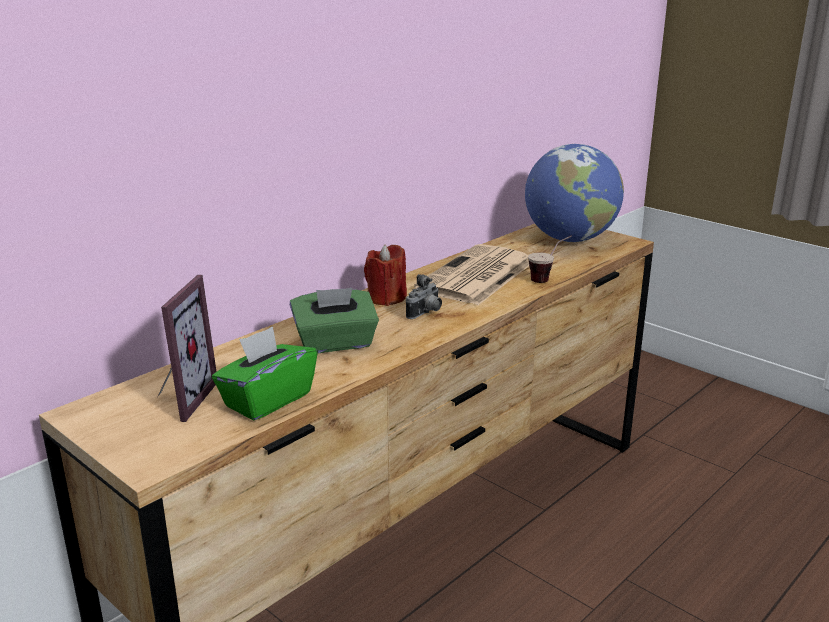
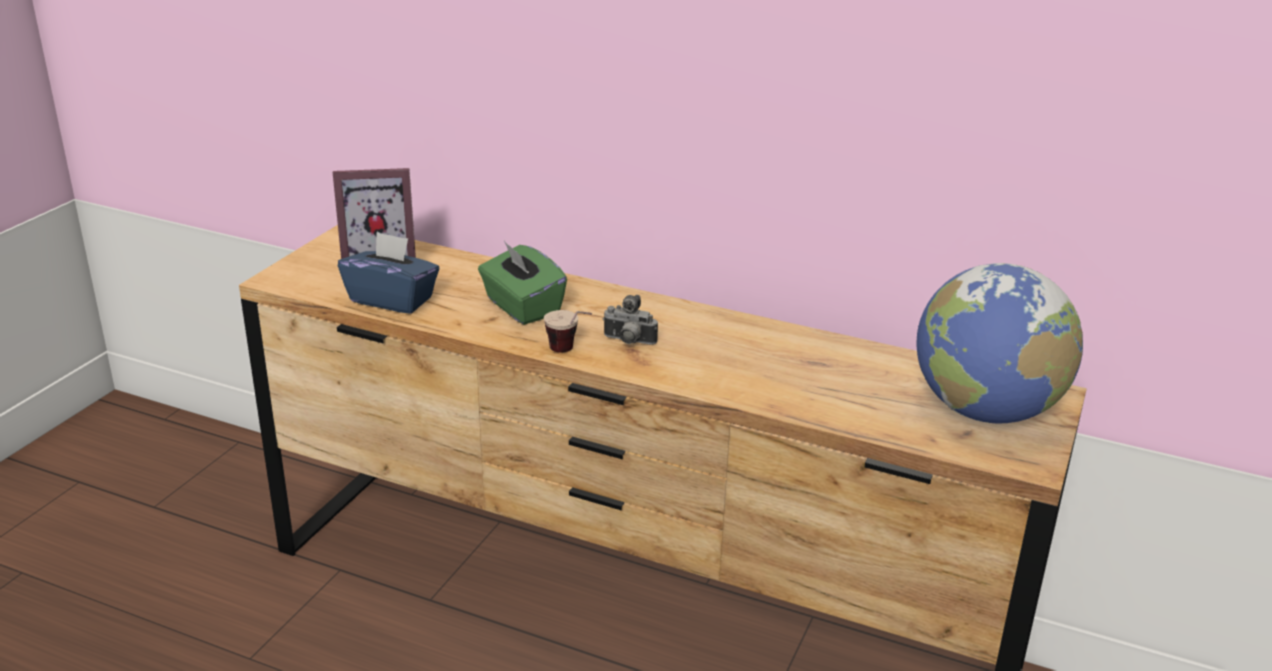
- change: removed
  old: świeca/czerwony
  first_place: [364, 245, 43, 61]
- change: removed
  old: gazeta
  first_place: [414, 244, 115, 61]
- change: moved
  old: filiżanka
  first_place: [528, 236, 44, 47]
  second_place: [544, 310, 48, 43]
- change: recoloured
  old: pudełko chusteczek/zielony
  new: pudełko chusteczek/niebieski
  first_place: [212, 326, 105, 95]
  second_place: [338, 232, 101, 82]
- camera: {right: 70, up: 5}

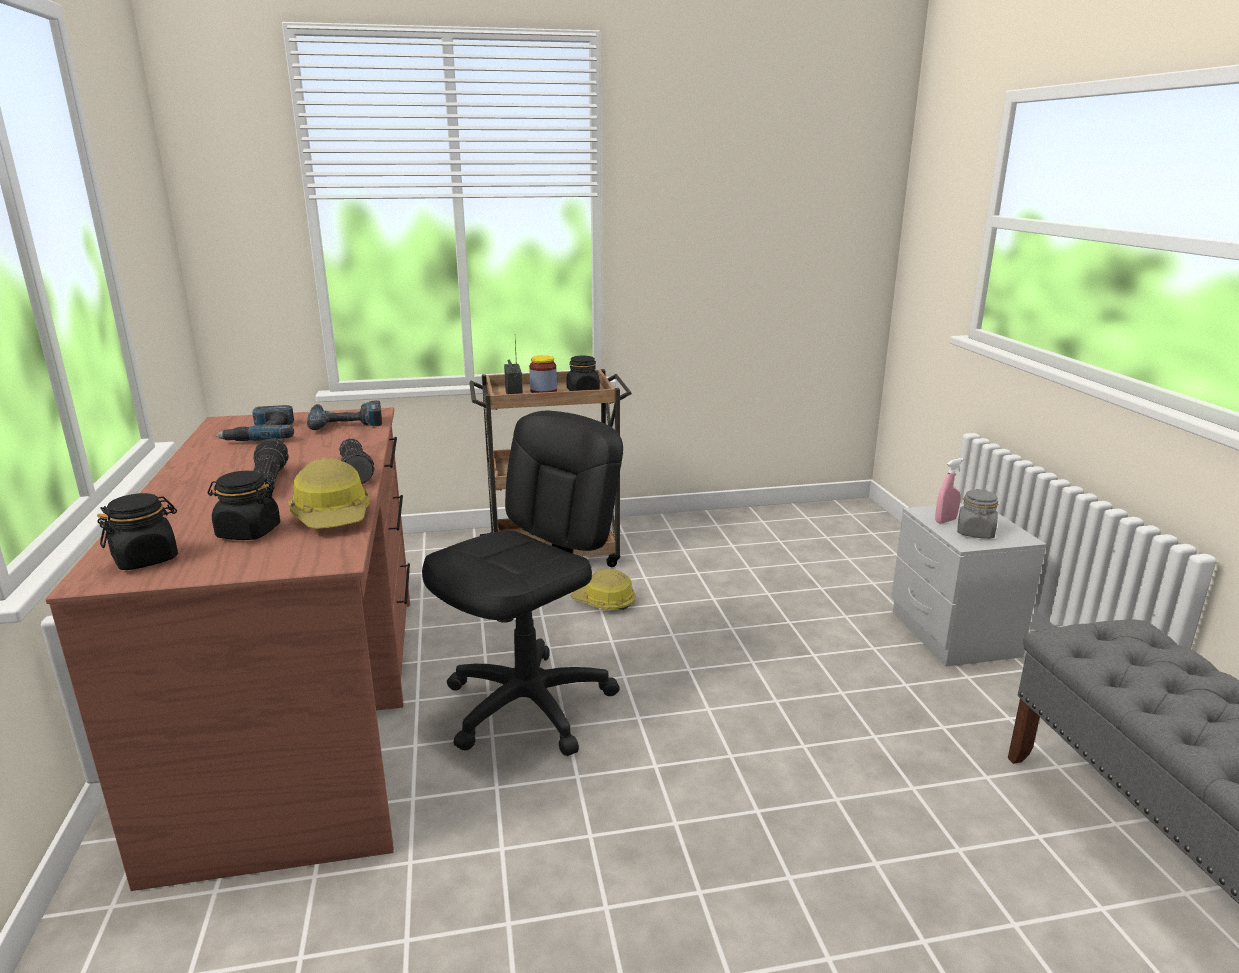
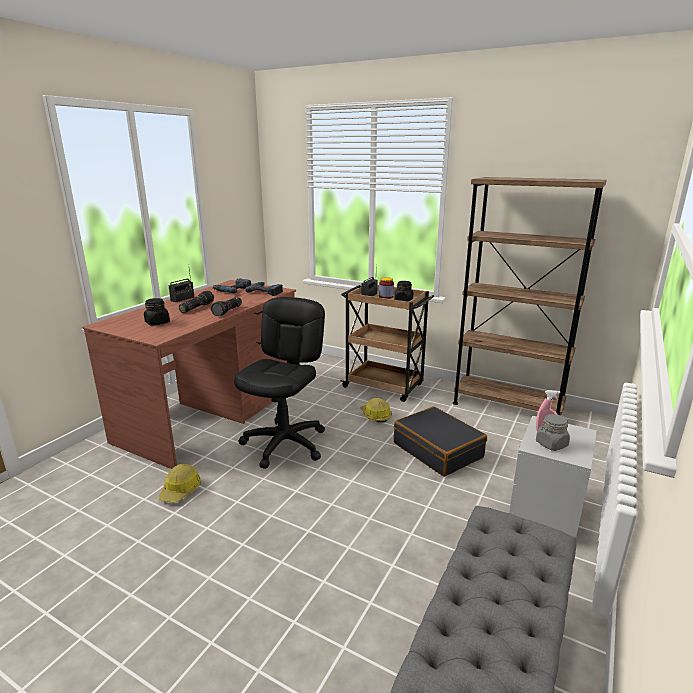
- change: removed
  old: słoik/czarny
  first_place: [97, 493, 81, 77]
- change: added
  new: radio
  second_place: [168, 264, 26, 38]
- change: added
  new: walizka/czarny
  second_place: [394, 406, 93, 70]
- change: added
  new: regał/brązowy
  second_place: [453, 177, 154, 238]
- change: moved
  old: kask
  first_place: [288, 458, 82, 71]
  second_place: [158, 464, 43, 39]
- change: turned
  old: krzesło biurowe/czarny
  first_place: [422, 411, 201, 345]
  second_place: [234, 297, 91, 172]
  degrees: -60
- camera: {right: 40, up: 0}

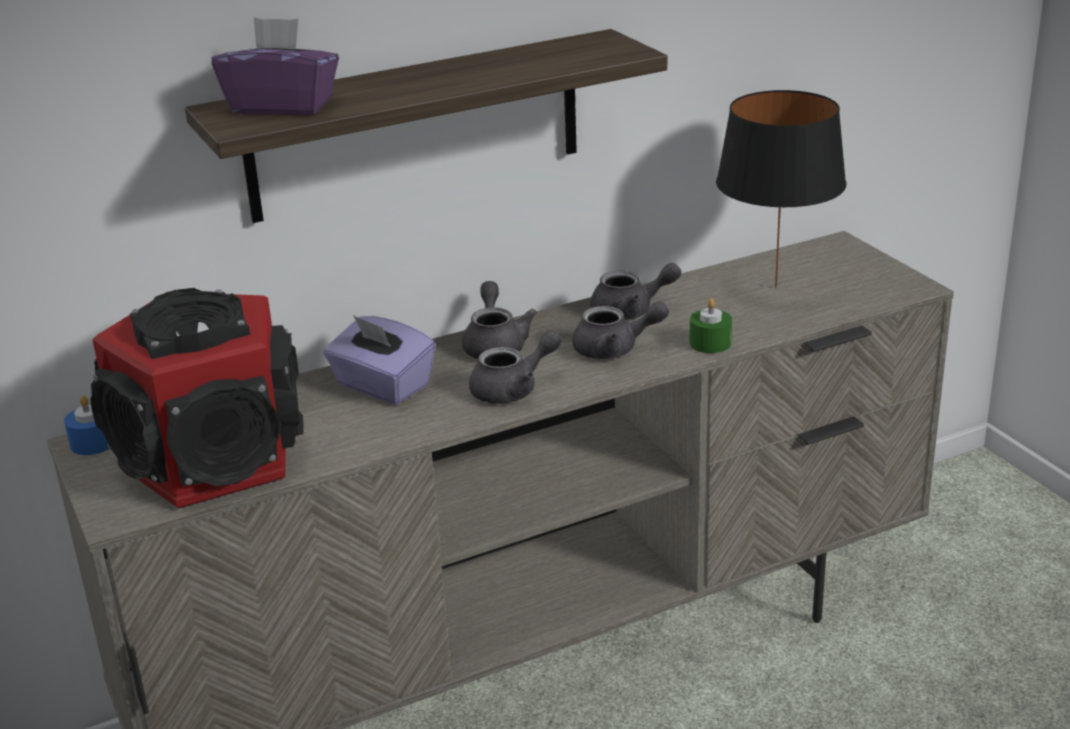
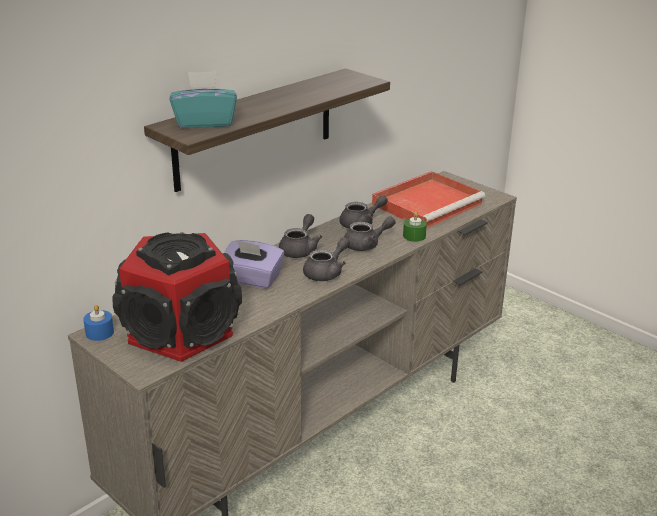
- change: replaced
  old: lampa stołowa/czarny
  new: taca/czerwony
  first_place: [716, 90, 130, 198]
  second_place: [372, 171, 113, 57]
- change: recoloured
  old: pudełko chusteczek/fioletowy
  new: pudełko chusteczek/turkusowy
  first_place: [211, 18, 128, 97]
  second_place: [170, 71, 67, 57]
- change: turned
  old: imbryk/szary
  first_place: [462, 281, 75, 78]
  second_place: [279, 214, 43, 44]
  degrees: 45
- camera: {right: -20, up: 0}

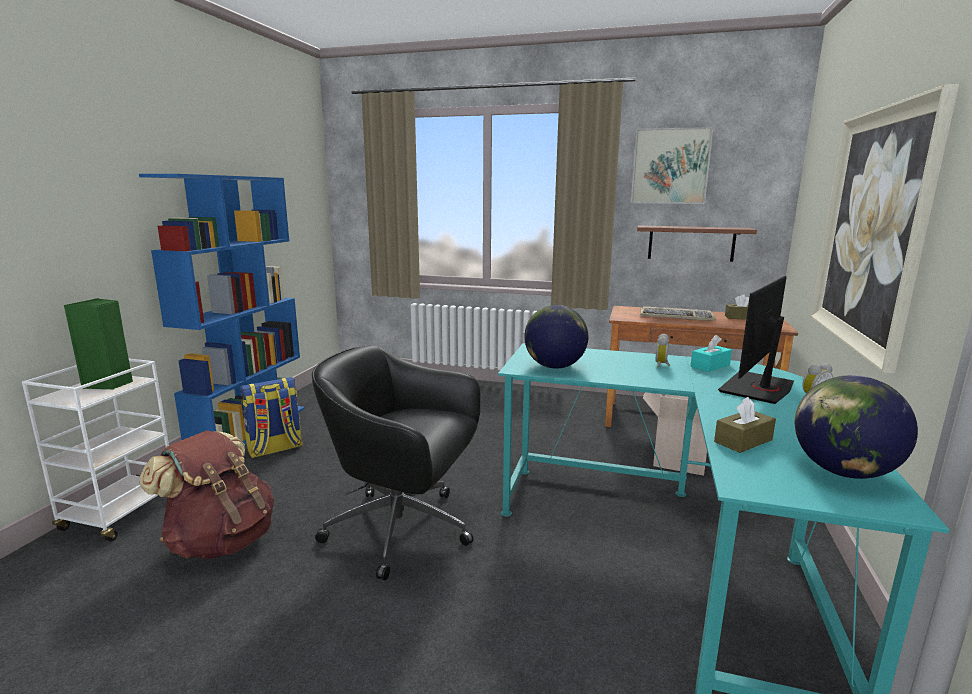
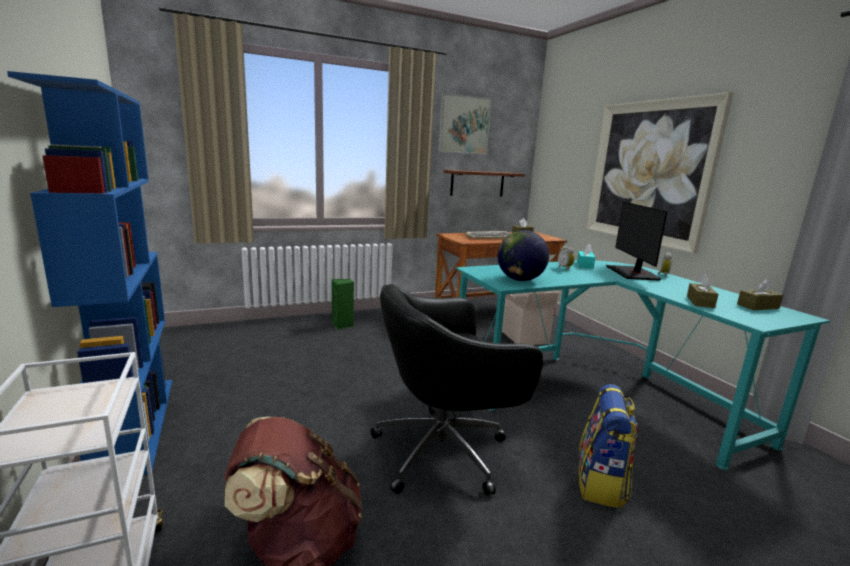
- change: moved
  old: głośnik/zielony
  first_place: [64, 298, 69, 91]
  second_place: [332, 279, 22, 51]
- change: moved
  old: plecak
  first_place: [239, 377, 64, 81]
  second_place: [578, 384, 59, 124]
- change: replaced
  old: globus
  new: pudełko chusteczek/brązowy
  first_place: [795, 375, 123, 104]
  second_place: [737, 279, 46, 31]
- camera: {right: -40, up: 0}

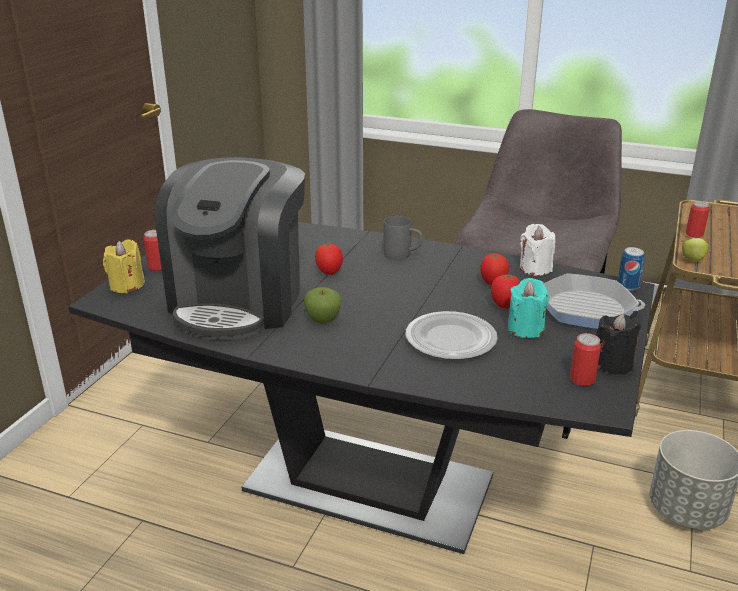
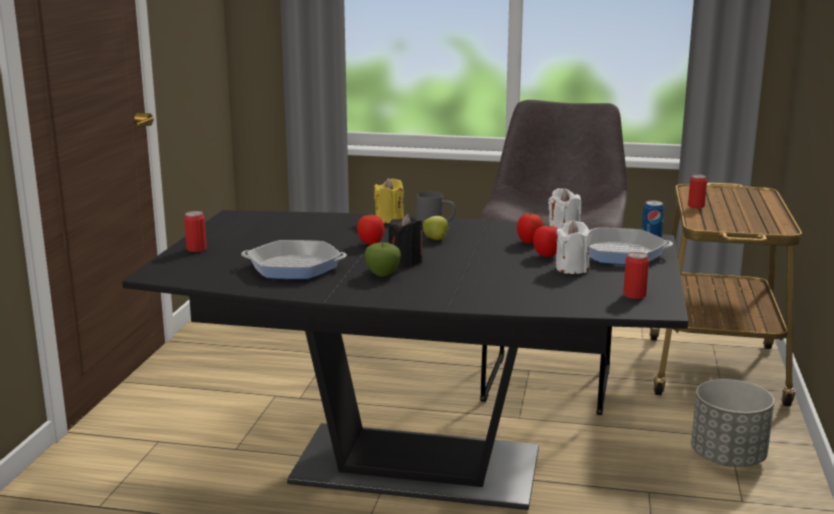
- change: removed
  old: talerz
  first_place: [405, 311, 93, 49]
- change: moved
  old: świeca/żółty
  first_place: [103, 239, 42, 54]
  second_place: [374, 178, 30, 45]
- change: moved
  old: świeca/czarny
  first_place: [596, 314, 45, 61]
  second_place: [388, 214, 35, 52]
- change: moved
  old: jabłko
  first_place: [682, 238, 29, 23]
  second_place: [423, 216, 28, 24]
- change: replaced
  old: ekspres do kawy
  new: patelnia
  first_place: [155, 157, 150, 183]
  second_place: [241, 240, 106, 40]
- change: recoloured
  old: świeca/turkusowy
  new: świeca/biały
  first_place: [508, 278, 41, 60]
  second_place: [556, 220, 35, 54]
- camera: {right: -10, up: -10}

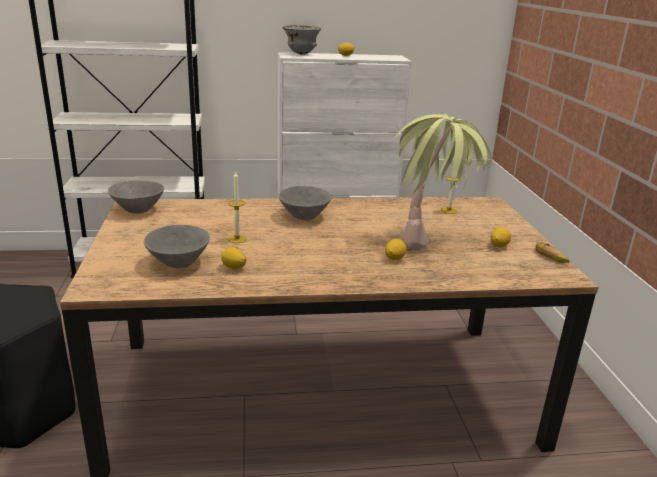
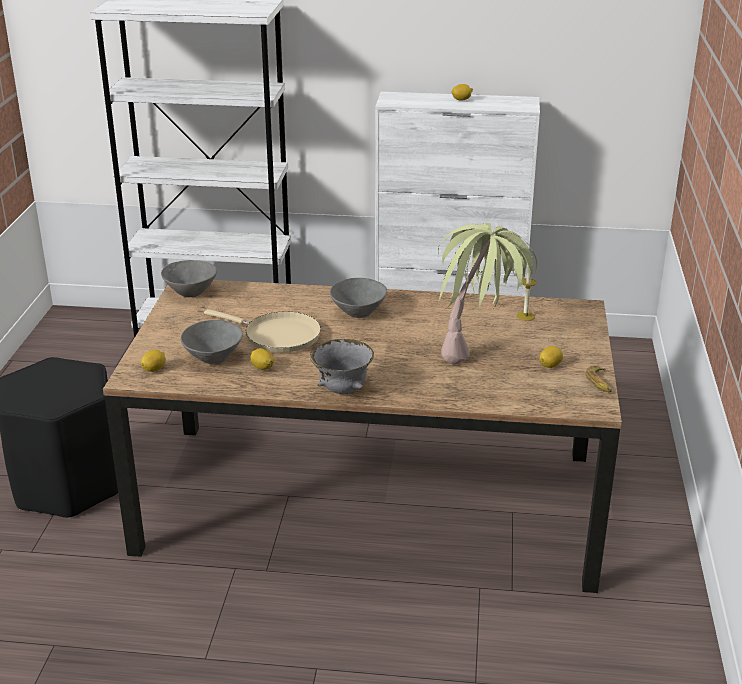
- change: moved
  old: miska/szary
  first_place: [282, 25, 39, 29]
  second_place: [310, 339, 64, 55]
- change: moved
  old: cytryna
  first_place: [385, 239, 22, 21]
  second_place: [141, 350, 25, 22]
- change: replaced
  old: świeca
  new: patelnia/beżowy
  first_place: [228, 172, 19, 71]
  second_place: [204, 309, 117, 44]
- camera: {right: 15, up: 5}

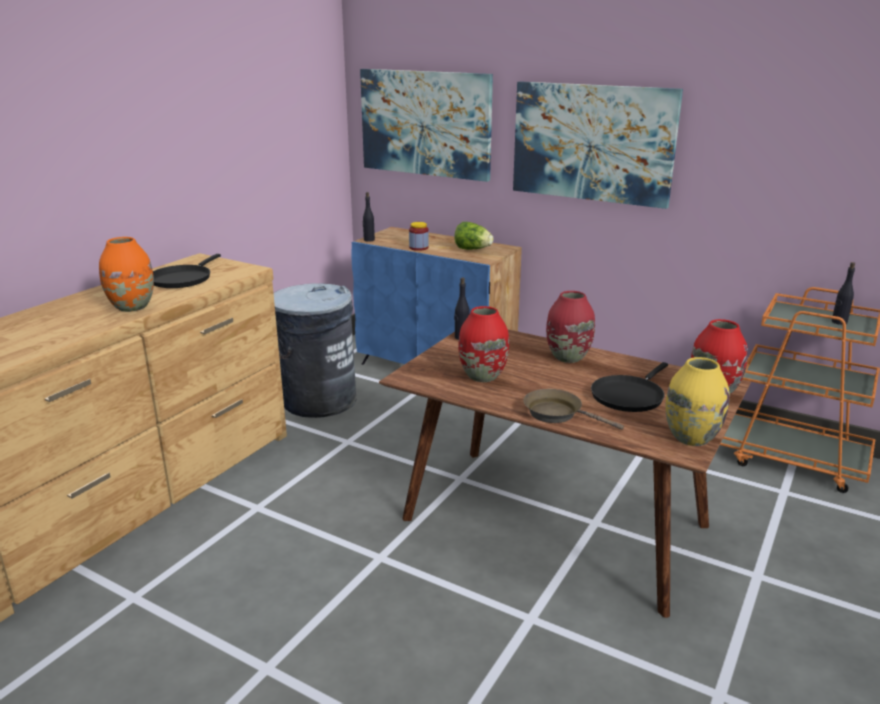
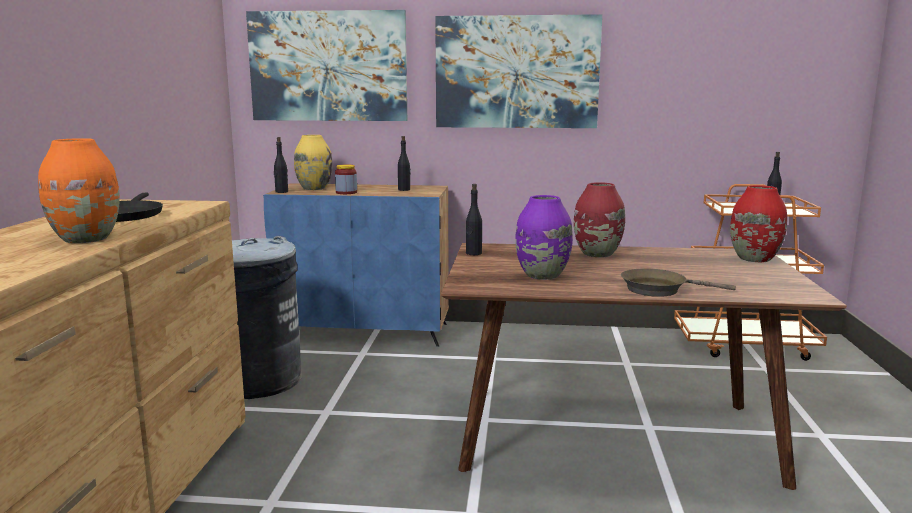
- change: removed
  old: patelnia/czarny
  first_place: [591, 362, 77, 50]
- change: moved
  old: wazon/żółty
  first_place: [666, 357, 63, 89]
  second_place: [294, 135, 39, 55]
- change: replaced
  old: sałata
  new: butelka/czarny
  first_place: [454, 222, 40, 28]
  second_place: [398, 136, 13, 55]
- change: recoloured
  old: wazon/czerwony
  new: wazon/fioletowy
  first_place: [458, 306, 51, 76]
  second_place: [515, 195, 58, 85]
- camera: {right: -25, up: -10}

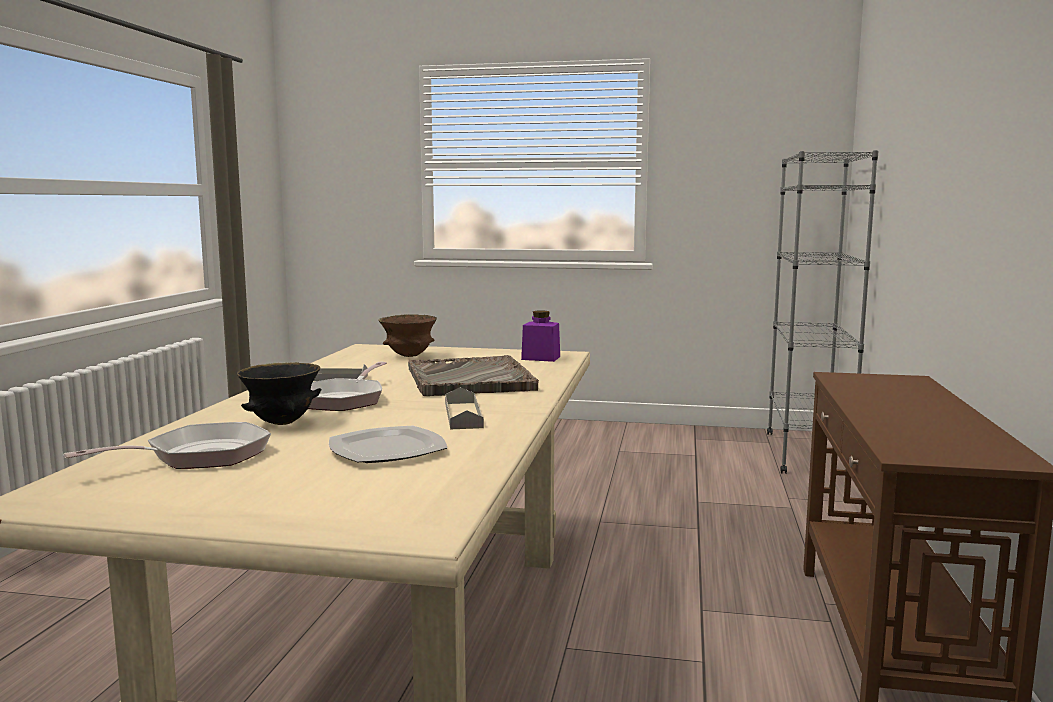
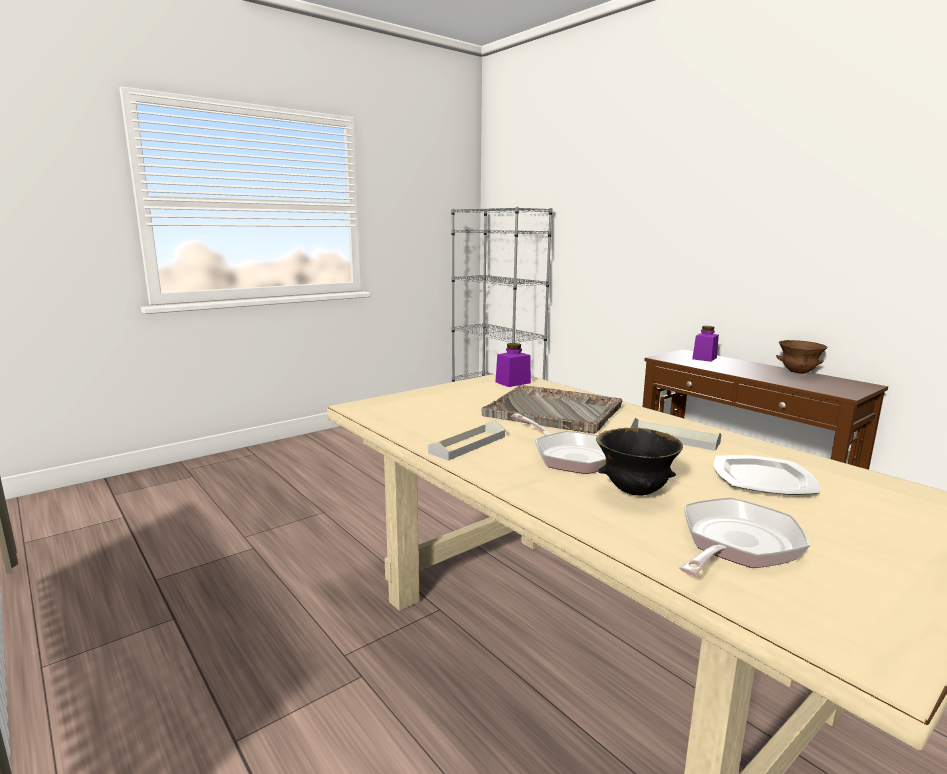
- change: added
  new: słoik/fioletowy
  second_place: [692, 326, 27, 36]
- change: moved
  old: miska/brązowy
  first_place: [378, 314, 59, 43]
  second_place: [776, 340, 51, 34]
- change: turned
  old: patelnia
  first_place: [63, 422, 208, 47]
  second_place: [679, 498, 131, 78]
  degrees: 45
- camera: {right: -50, up: 5}

